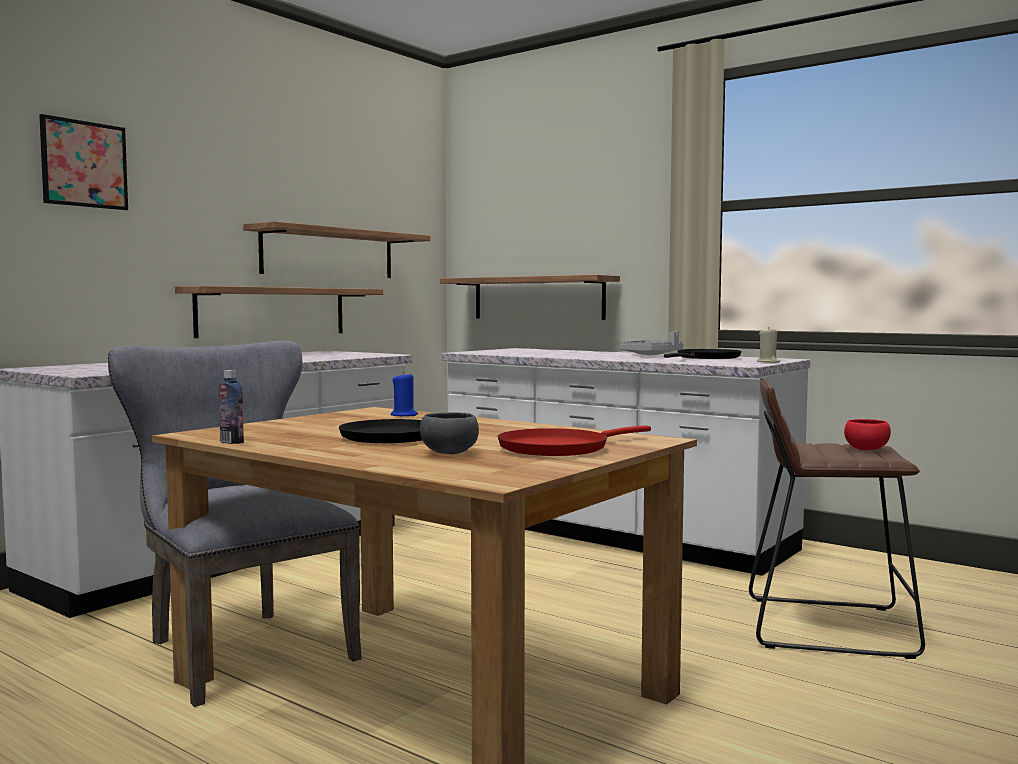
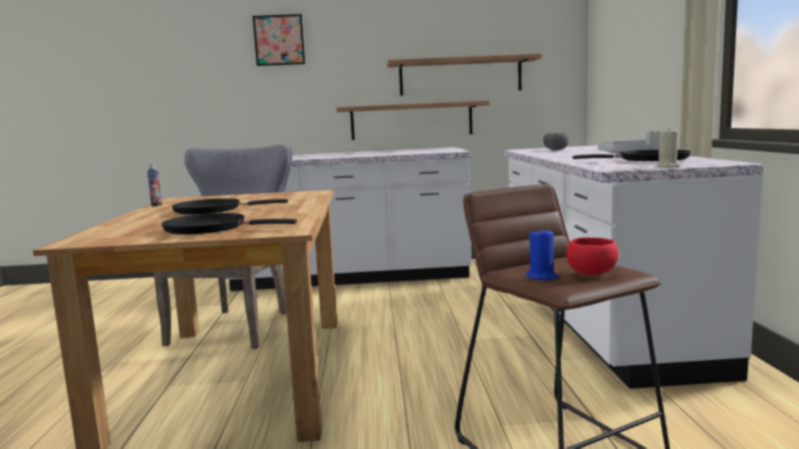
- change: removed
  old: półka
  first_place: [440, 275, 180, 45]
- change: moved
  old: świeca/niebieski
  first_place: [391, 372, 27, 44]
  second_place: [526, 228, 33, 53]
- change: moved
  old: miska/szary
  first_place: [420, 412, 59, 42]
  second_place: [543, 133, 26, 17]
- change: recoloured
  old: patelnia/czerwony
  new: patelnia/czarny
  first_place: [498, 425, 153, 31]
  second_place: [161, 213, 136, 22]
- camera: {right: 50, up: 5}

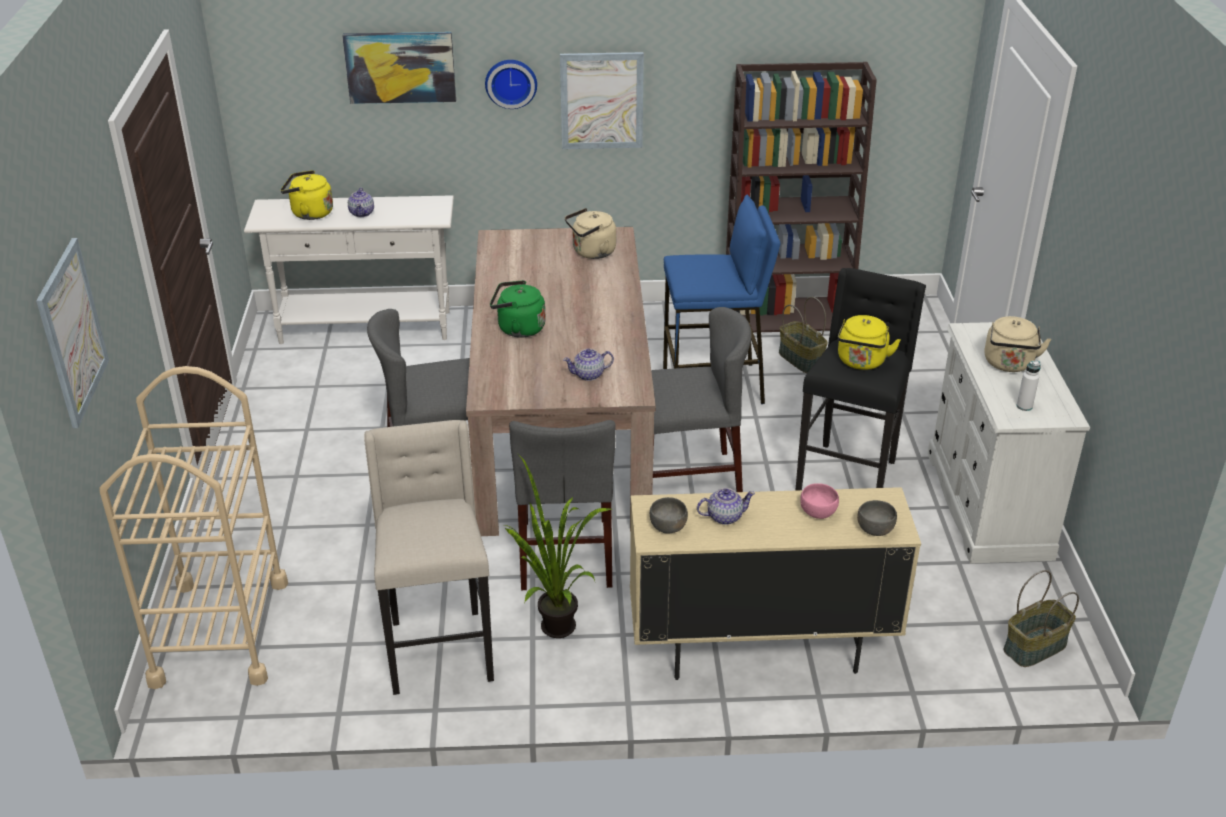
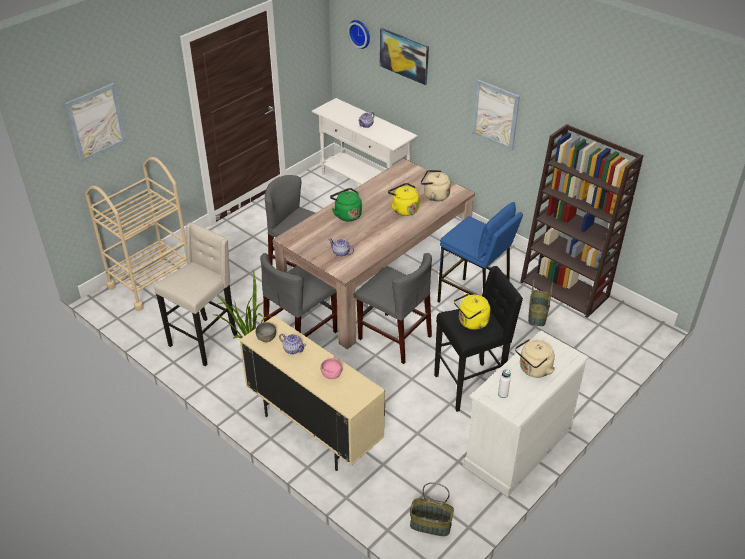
- change: removed
  old: miska/szary
  first_place: [857, 500, 40, 36]
- change: moved
  old: czajnik/żółty
  first_place: [281, 170, 52, 50]
  second_place: [388, 183, 31, 33]
- change: moved
  old: zegar ścienny
  first_place: [485, 60, 52, 49]
  second_place: [348, 20, 22, 29]
- camera: {right: 45, up: 5}

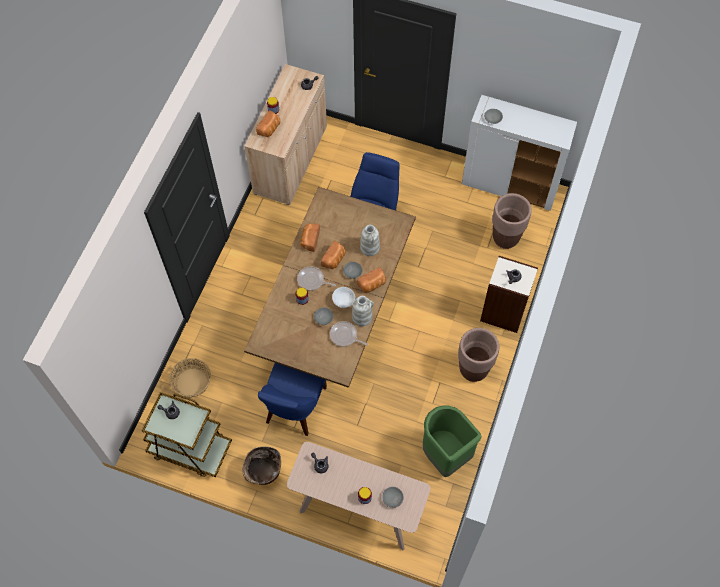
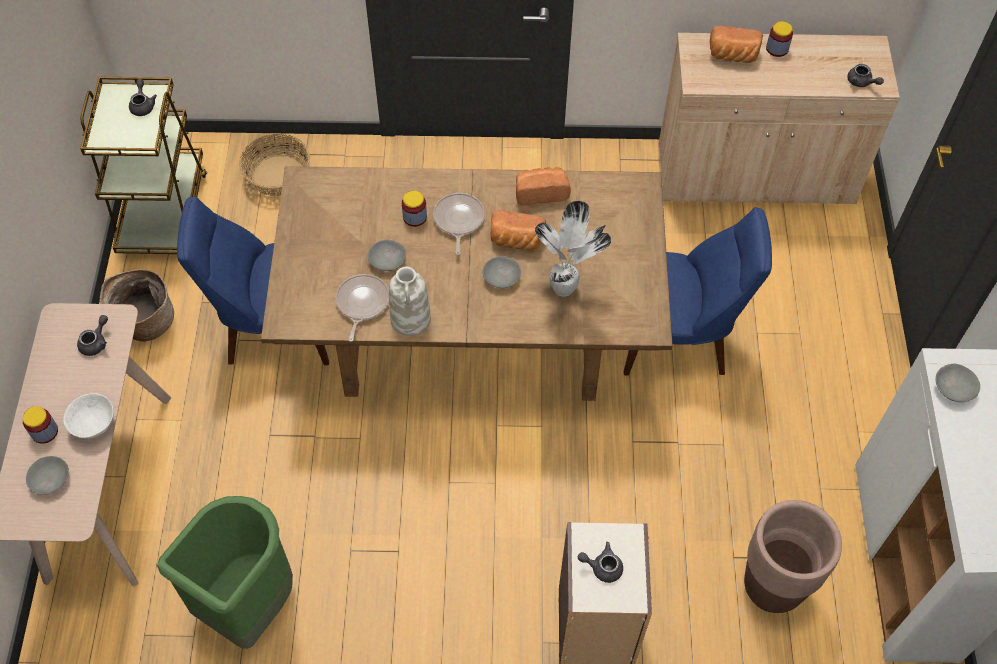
- change: removed
  old: chleb
  first_place: [357, 267, 29, 26]
- change: removed
  old: donica/brązowy
  first_place: [458, 328, 41, 54]
- change: moved
  old: miska/biały
  first_place: [332, 287, 23, 21]
  second_place: [63, 393, 51, 45]
- change: replaced
  old: wazon/biały
  new: roślina doniczkowa
  first_place: [360, 225, 20, 31]
  second_place: [535, 201, 76, 96]
- camera: {right: 70, up: -5}

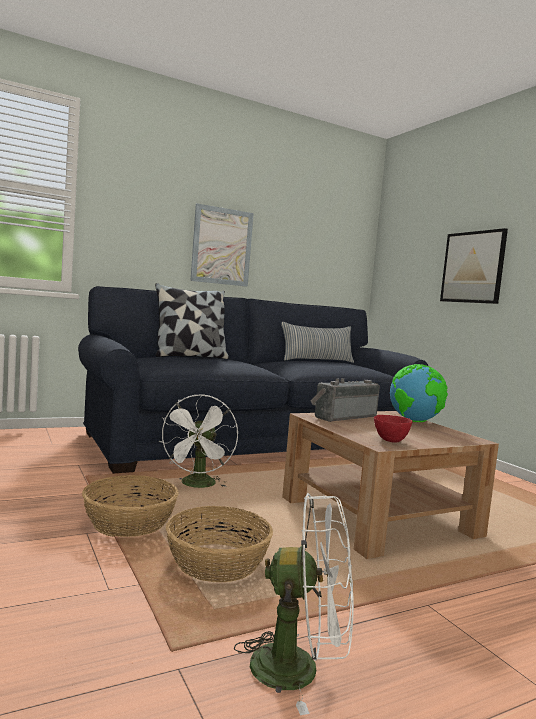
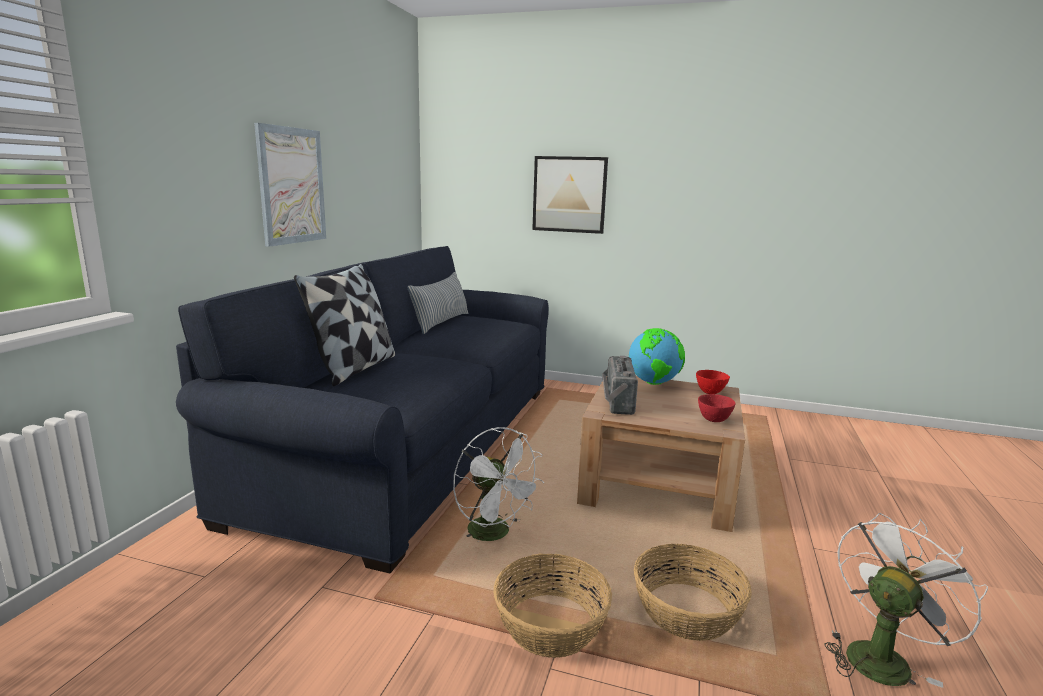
- change: added
  new: miska/czerwony
  second_place: [696, 370, 34, 24]
- camera: {right: -45, up: 10}

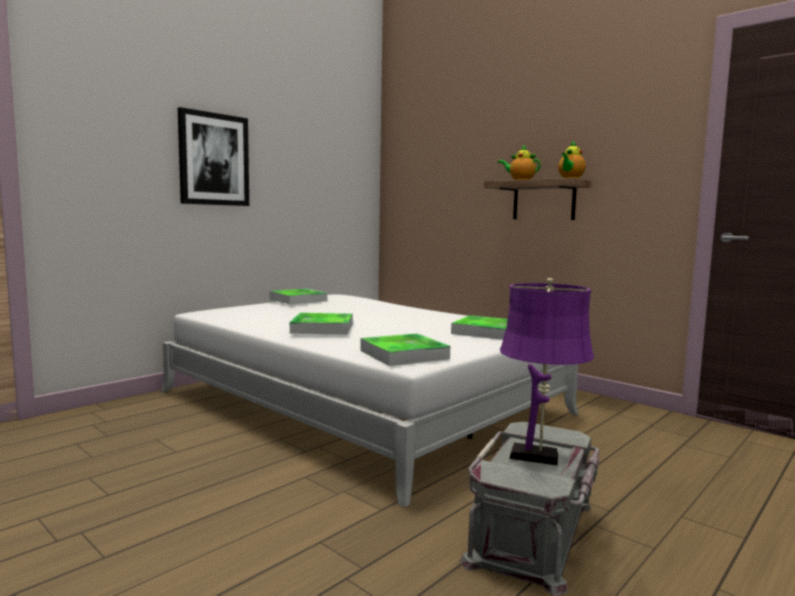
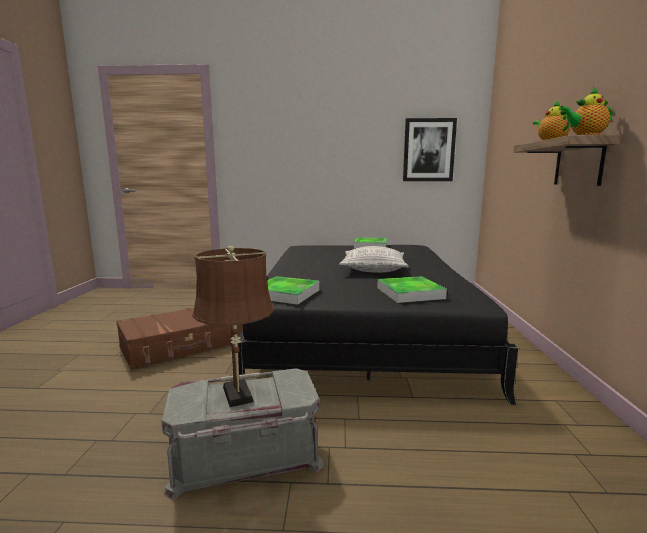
- change: removed
  old: taca
  first_place: [290, 313, 63, 22]
- change: added
  new: walizka/brązowy
  second_place: [116, 308, 127, 62]
- change: added
  new: poduszka
  second_place: [339, 246, 69, 27]
- change: moved
  old: obraz
  first_place: [178, 107, 71, 99]
  second_place: [403, 118, 54, 63]
- change: recoloured
  old: łóżko/biały
  new: łóżko/czarny
  first_place: [161, 294, 418, 214]
  second_place: [231, 245, 288, 160]
- change: recoloured
  old: lampa stołowa/fioletowy
  new: lampa stołowa/brązowy
  first_place: [500, 278, 94, 188]
  second_place: [192, 246, 82, 161]
- camera: {right: 50, up: 5}

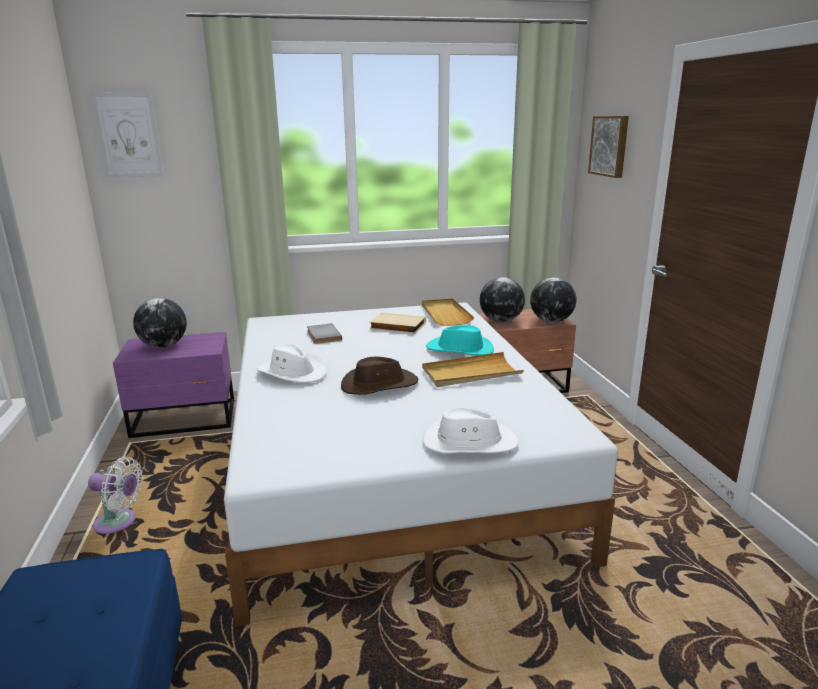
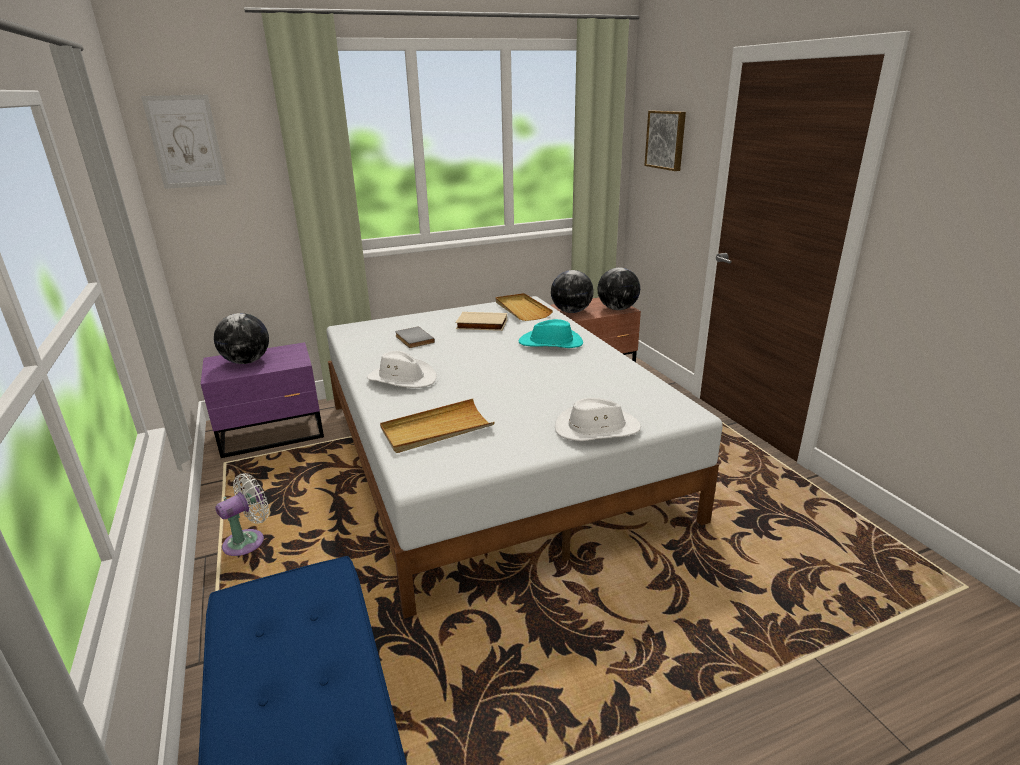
- change: removed
  old: kapelusz/brązowy
  first_place: [341, 357, 77, 38]
- change: moved
  old: taca/beżowy
  first_place: [422, 352, 102, 35]
  second_place: [380, 399, 115, 54]
- change: turned
  old: wentylator/biały
  first_place: [88, 457, 55, 77]
  second_place: [215, 473, 54, 83]
  degrees: -45
- camera: {right: -10, up: 5}

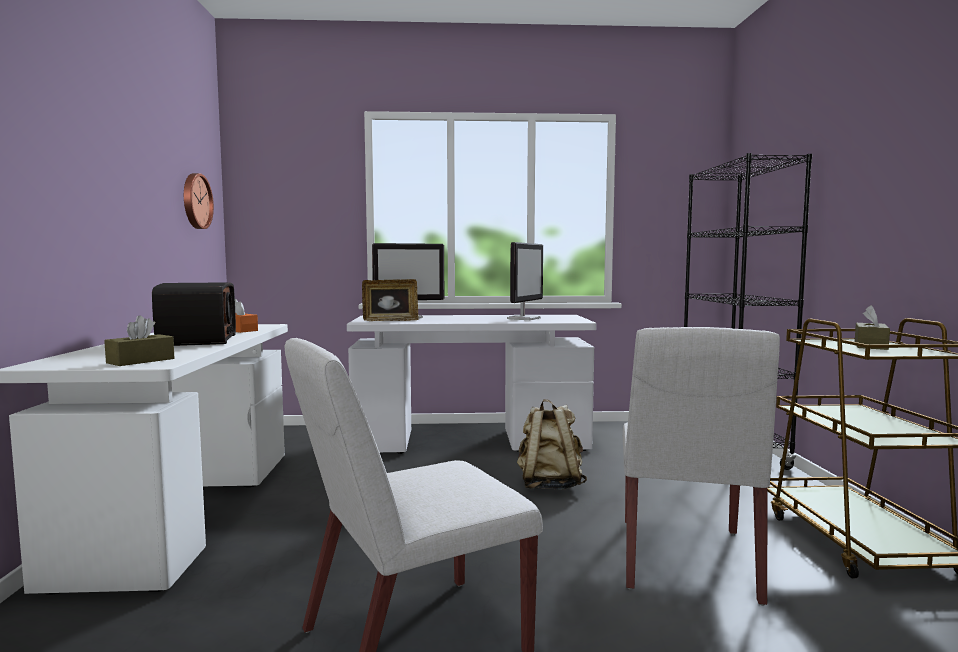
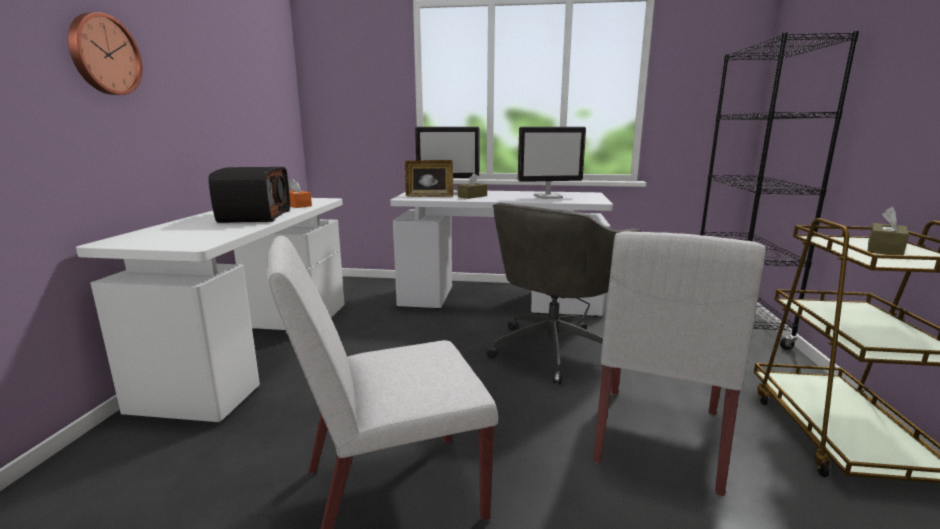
- change: moved
  old: pudełko chusteczek/brązowy
  first_place: [104, 315, 70, 51]
  second_place: [458, 173, 29, 26]
- change: moved
  old: zegar ścienny
  first_place: [184, 173, 30, 56]
  second_place: [68, 12, 75, 83]
- change: replaced
  old: plecak/beżowy
  new: krzesło biurowe/szary
  first_place: [517, 399, 70, 91]
  second_place: [486, 203, 157, 181]
- change: turned
  old: monitor
  first_place: [507, 242, 36, 78]
  second_place: [518, 127, 68, 72]
  degrees: 45
- camera: {right: 10, up: 10}

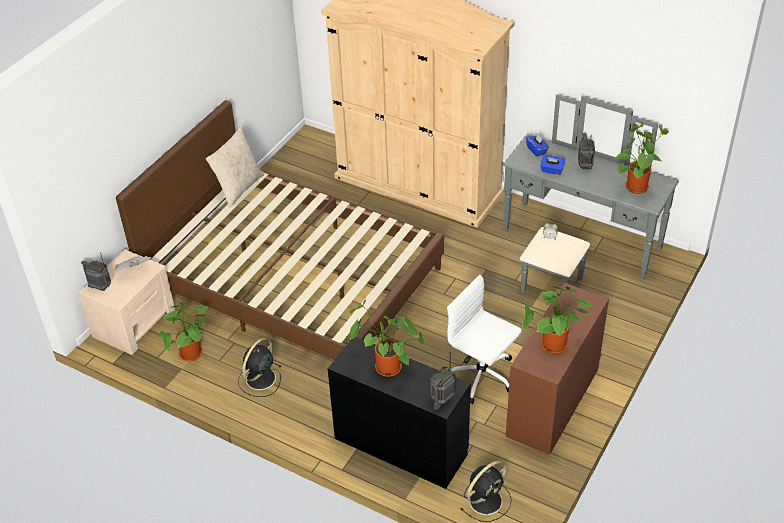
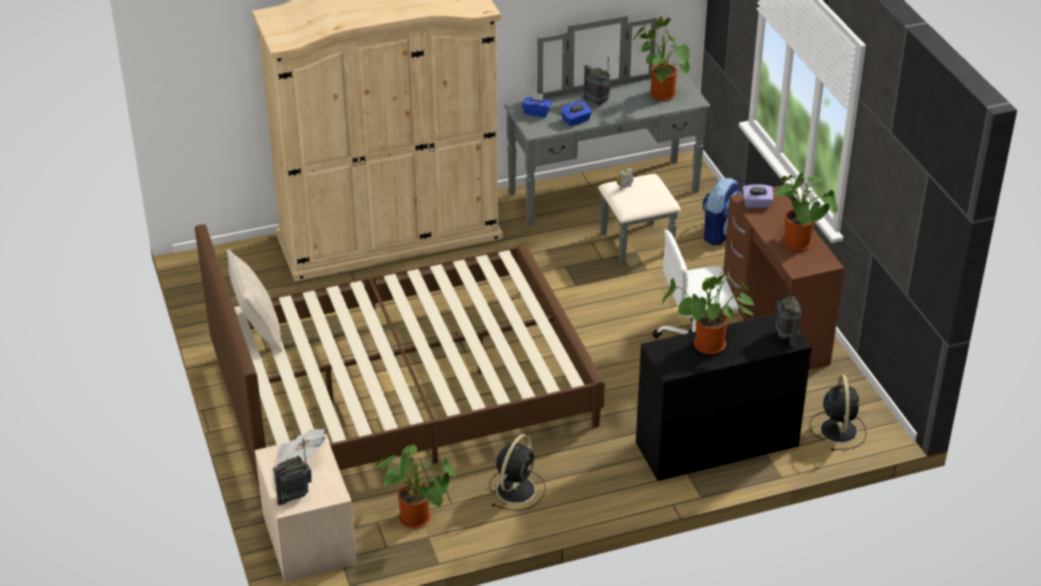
- change: added
  new: plecak
  second_place: [702, 178, 40, 67]
- change: added
  new: pudełko chusteczek/fioletowy
  second_place: [743, 184, 30, 24]
- change: turned
  old: wentylator/czarny
  first_place: [238, 338, 43, 59]
  second_place: [489, 434, 57, 77]
  degrees: -135
- camera: {right: -50, up: -5}

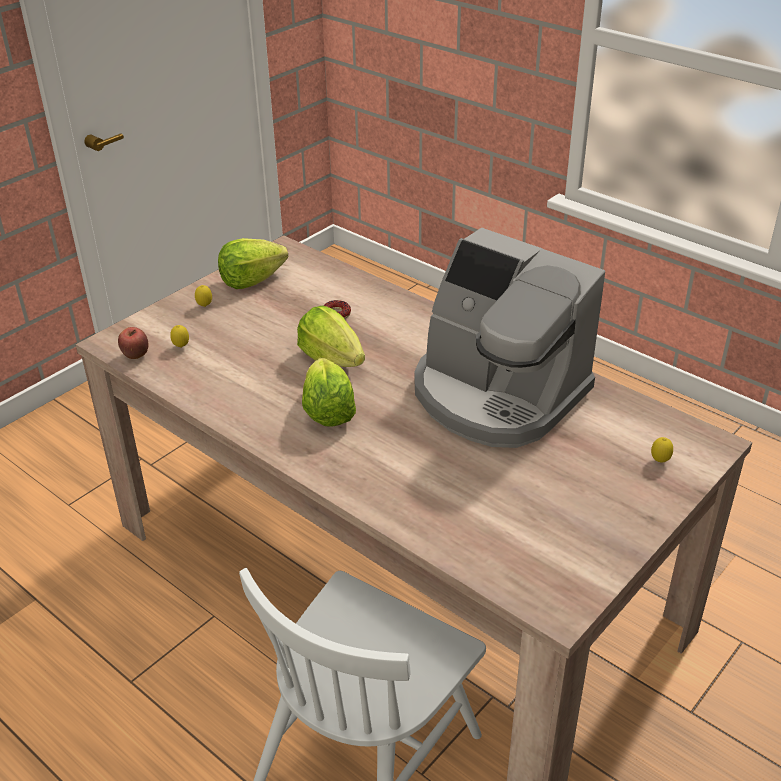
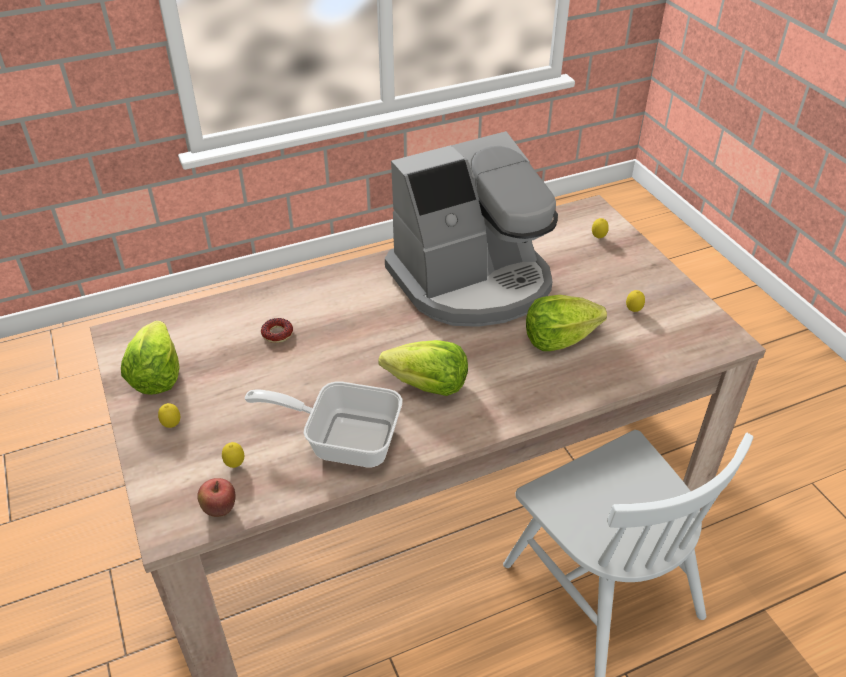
- change: added
  new: patelnia
  second_place: [244, 381, 159, 86]
- change: added
  new: cytryna
  second_place: [626, 290, 19, 22]
- change: moved
  old: sałata
  first_place: [297, 306, 68, 61]
  second_place: [526, 295, 81, 56]
- camera: {right: -65, up: 5}

